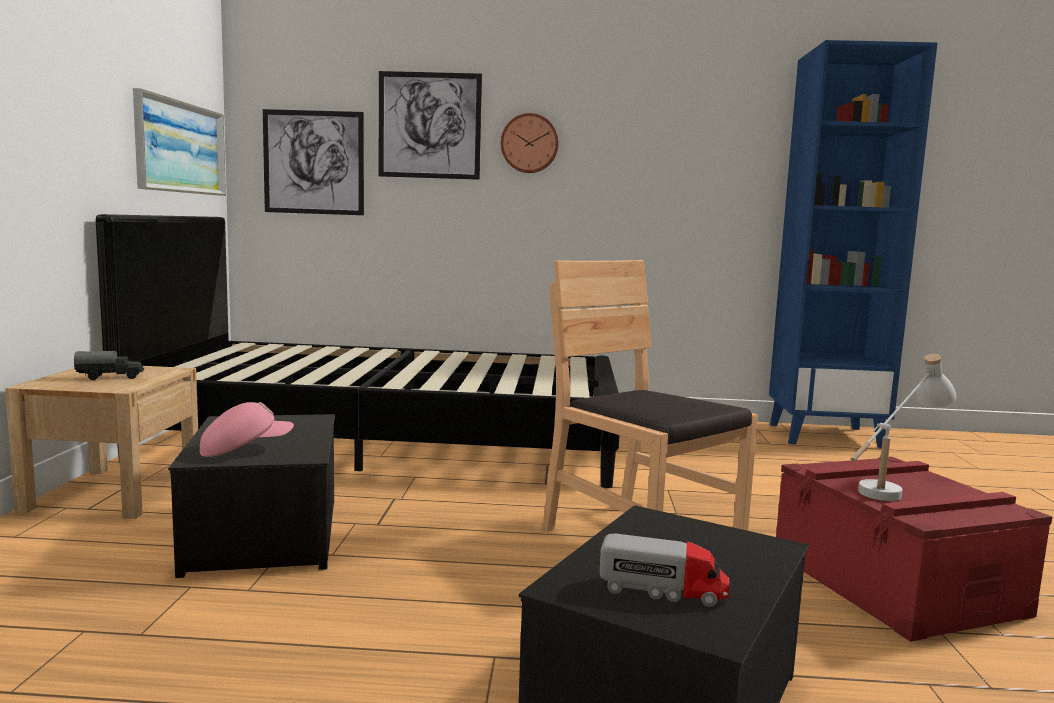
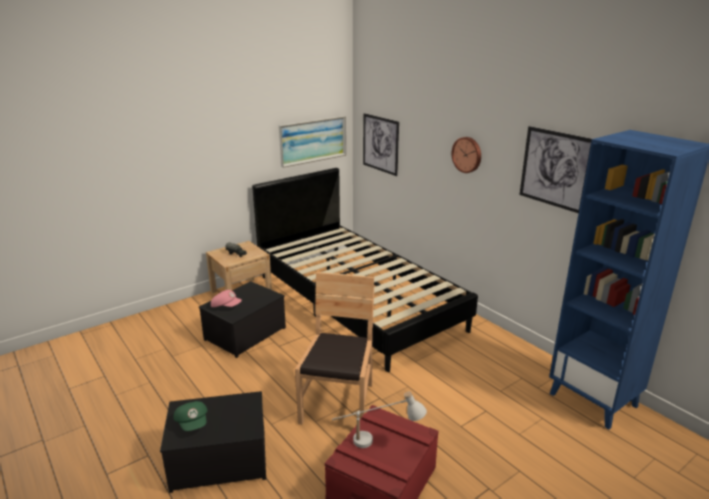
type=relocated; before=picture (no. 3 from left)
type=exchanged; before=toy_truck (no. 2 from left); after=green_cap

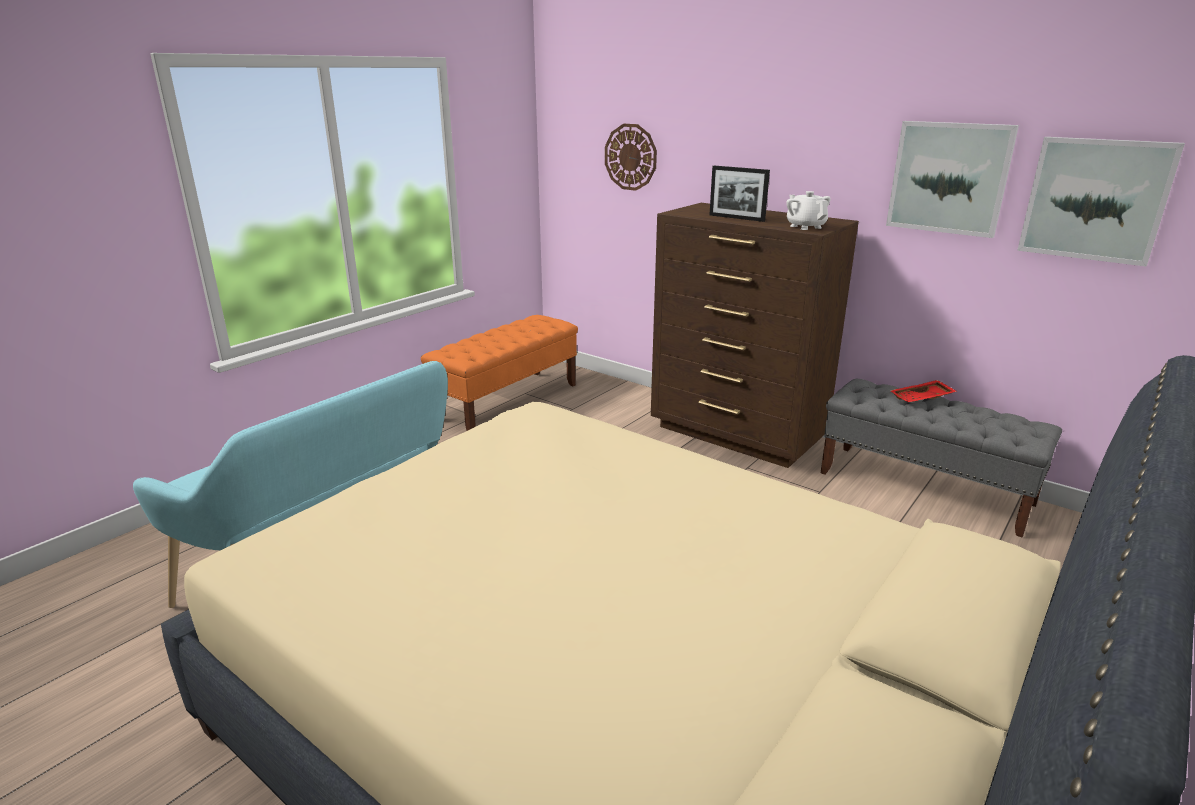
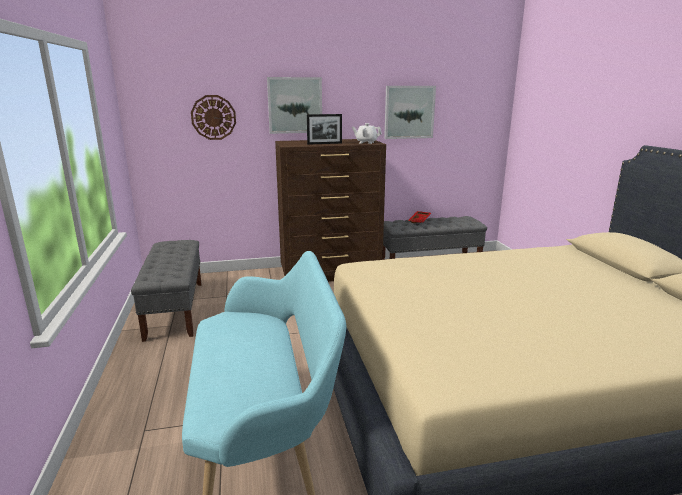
type=relocated; before=picture (no. 2 from left in the first image); after=picture (no. 1 from left)
type=colour; before=orange_bench; after=grey_bench (no. 1 from left)

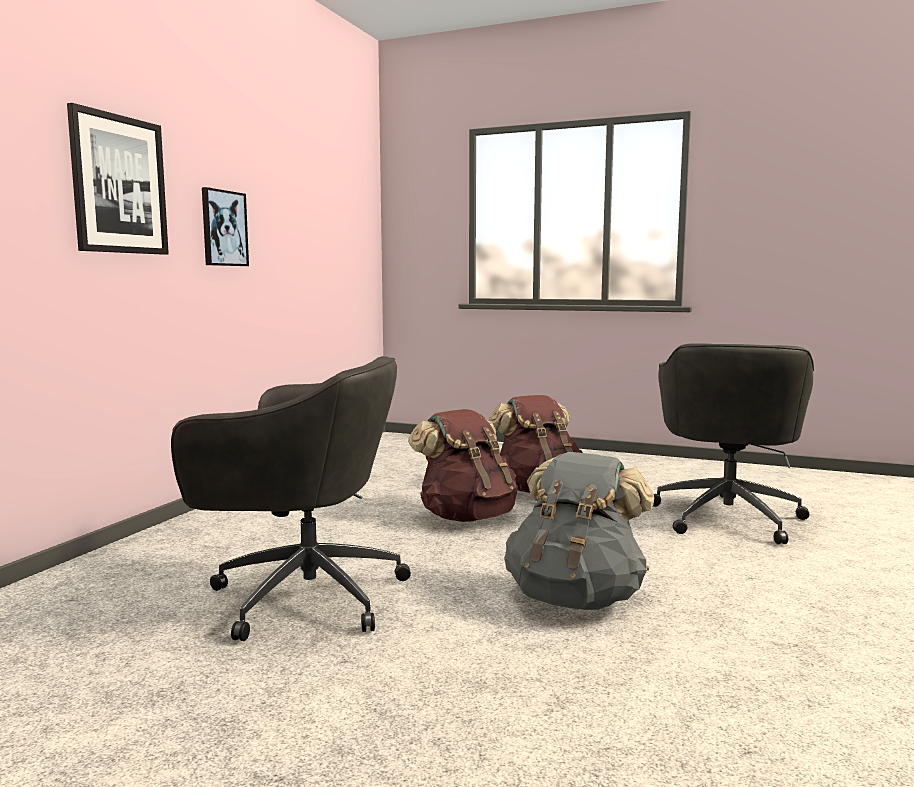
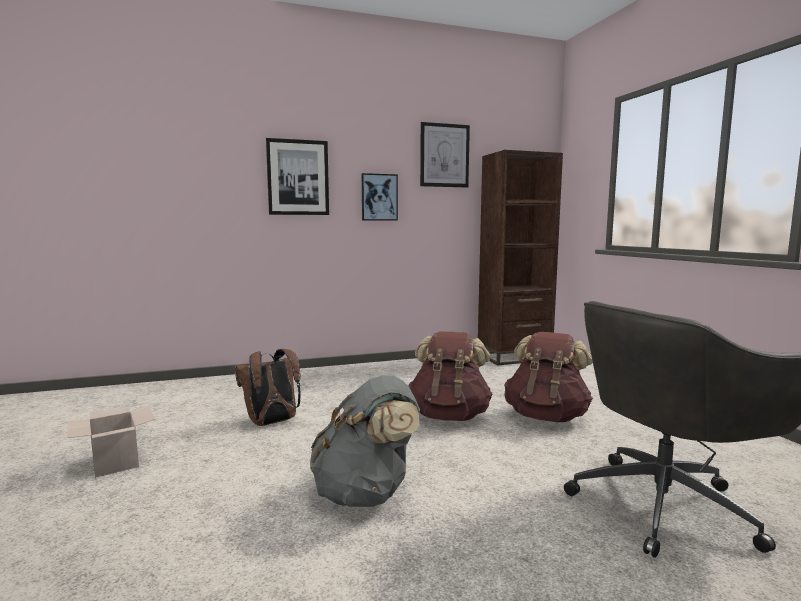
type=exchanged; before=grey_office_chair (no. 1 from left); after=brown_backpack (no. 1 from left)
type=appeared; after=picture (no. 3 from left)
type=appeared; after=brown_bookcase
type=appeared; after=cardboard_box

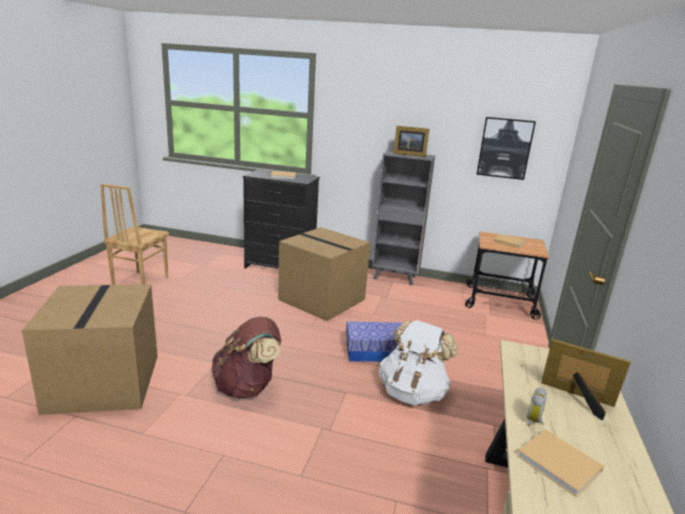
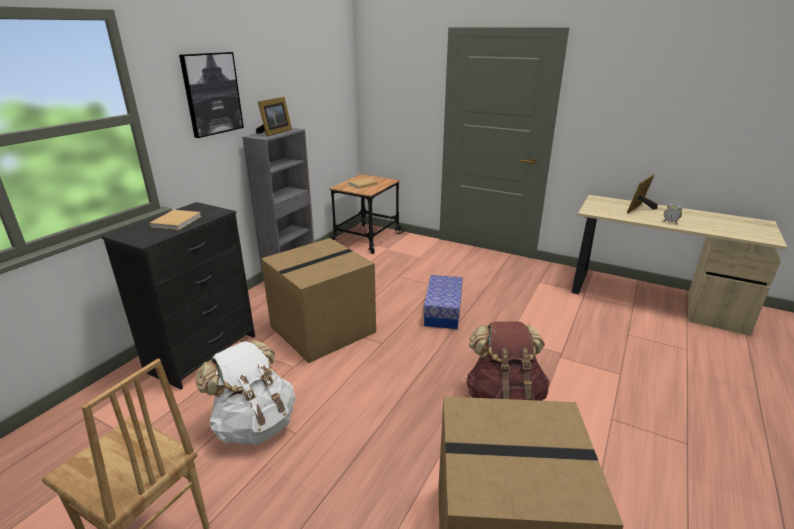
type=relocated; before=picture
type=relocated; before=white_backpack
type=missing; before=beige_book (no. 3 from left)

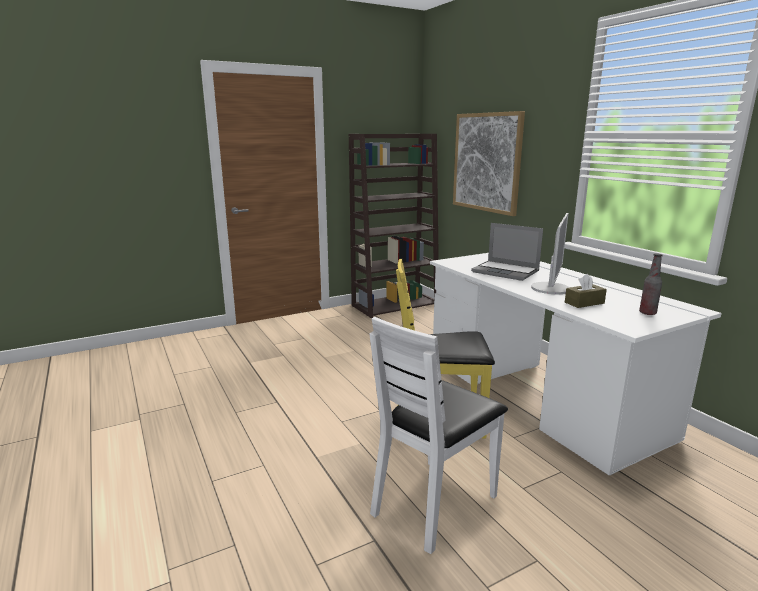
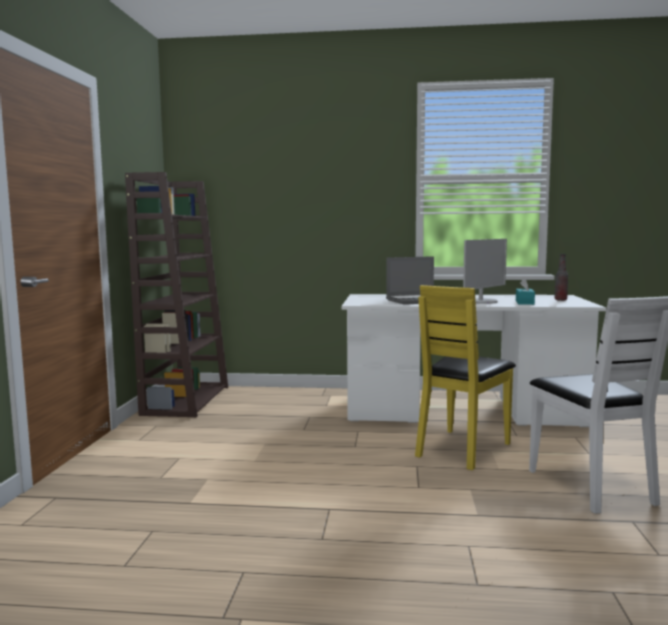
type=missing; before=picture
type=spun; before=monitor; turn=75
type=colour; before=brown_tissue_box; after=turquoise_tissue_box

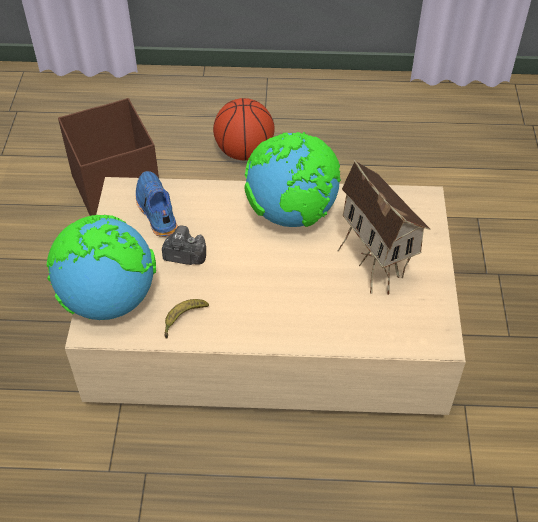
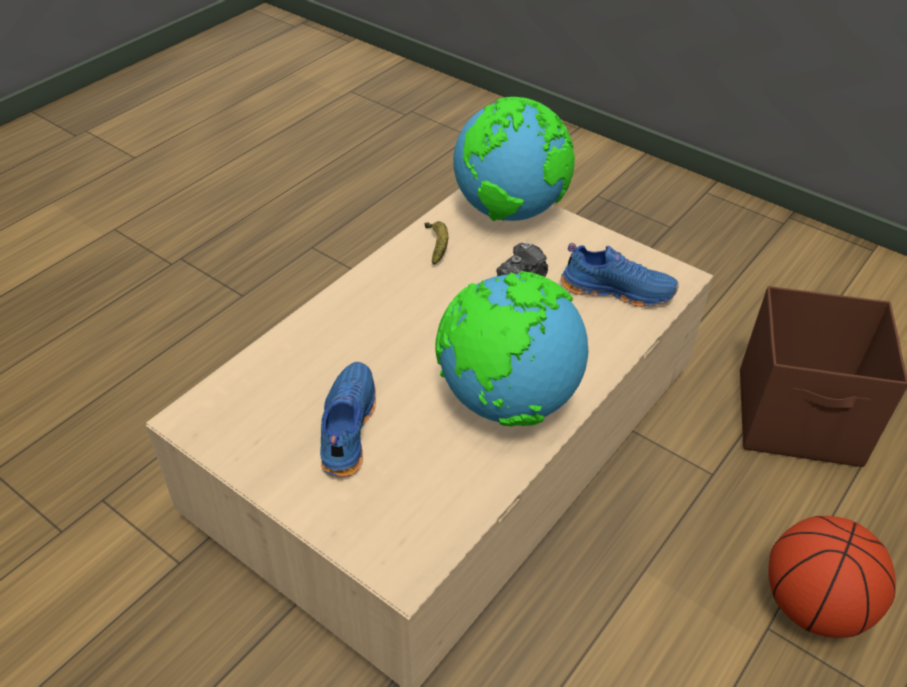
type=exchanged; before=toy_house; after=blue_shoe (no. 1 from left)

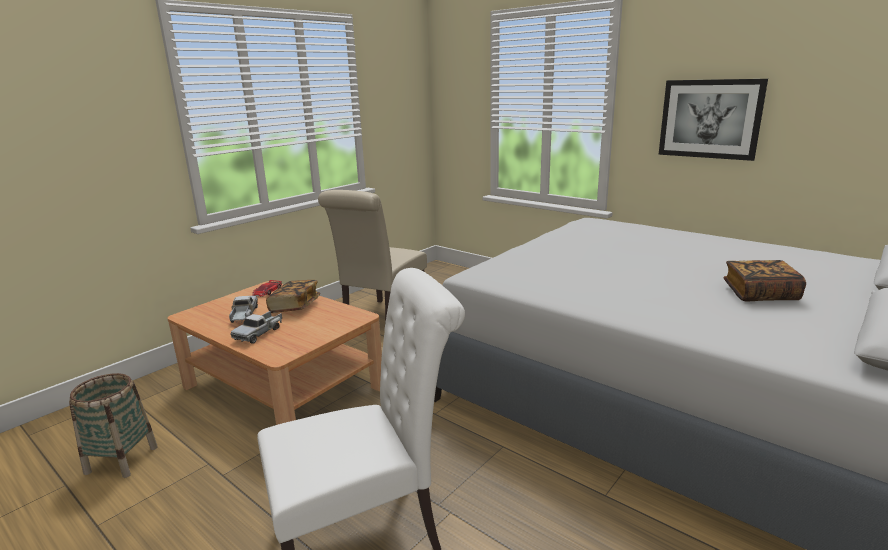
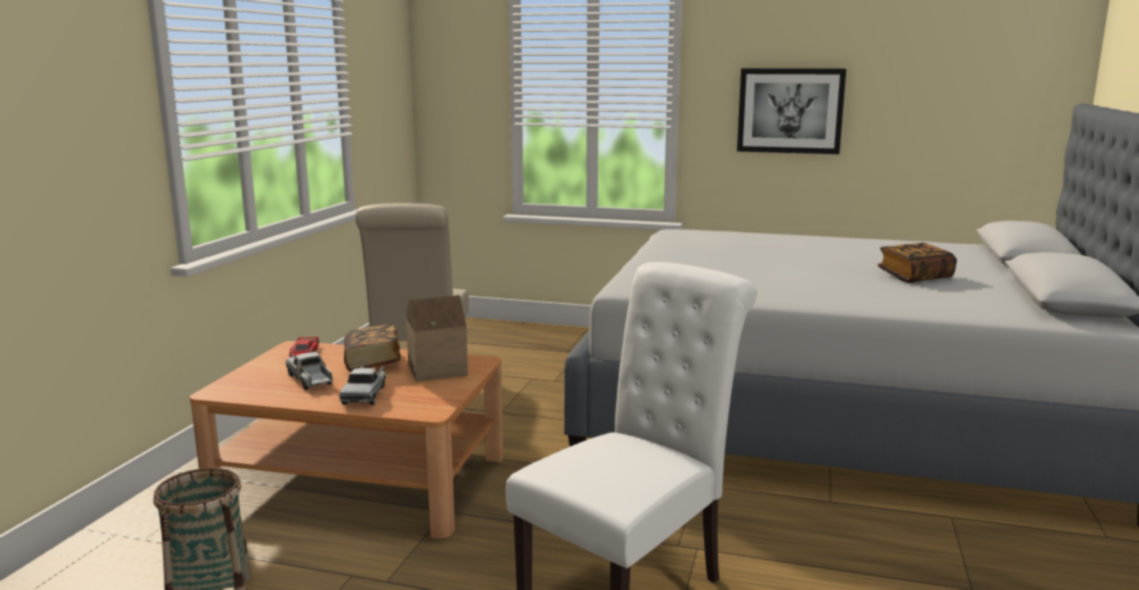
type=appeared; after=toy_house

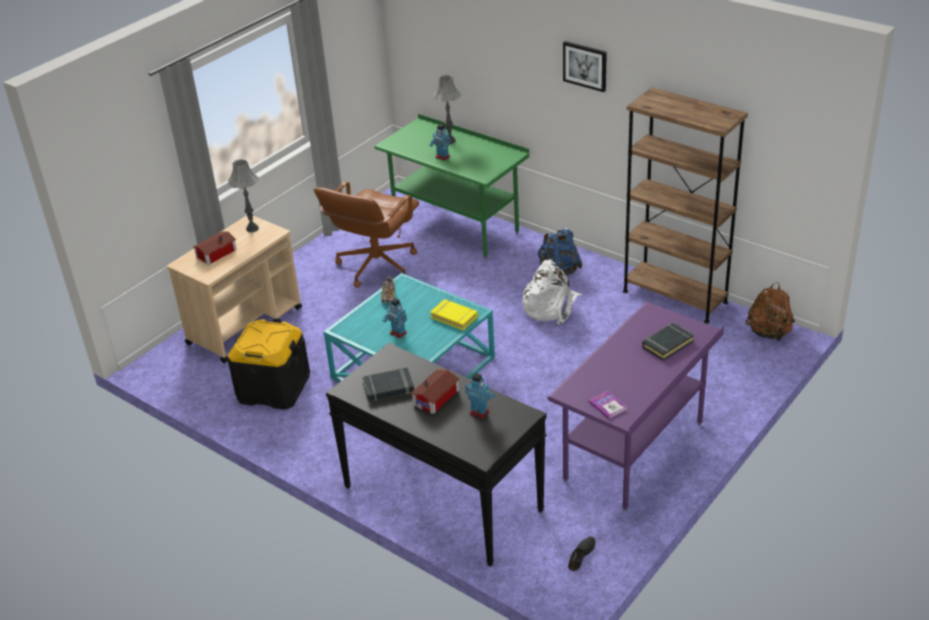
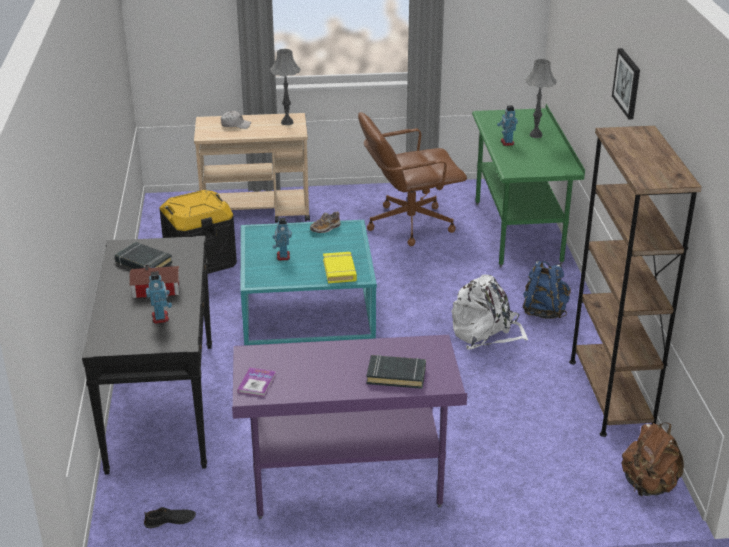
type=exchanged; before=toy_house (no. 1 from left); after=white_cap

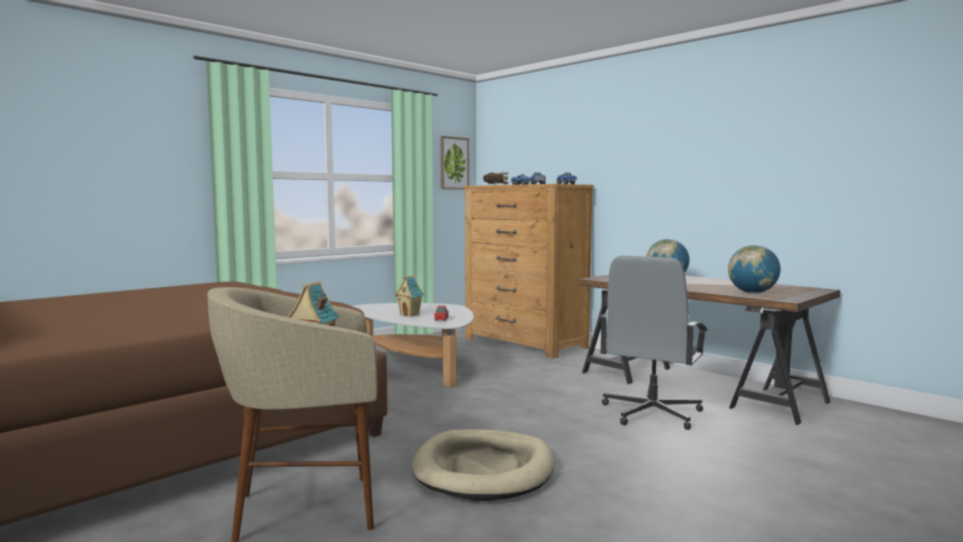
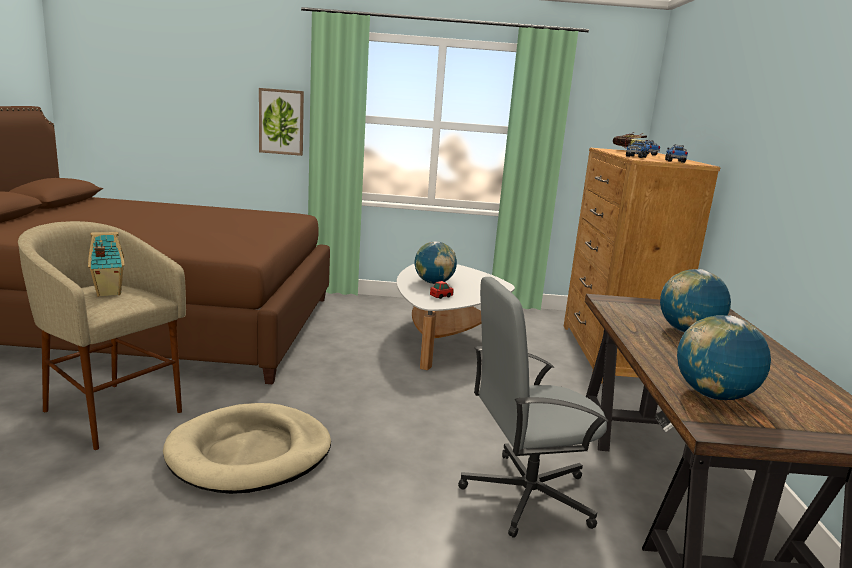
type=relocated; before=picture
type=exchanged; before=toy_house (no. 2 from left); after=globe (no. 1 from left)

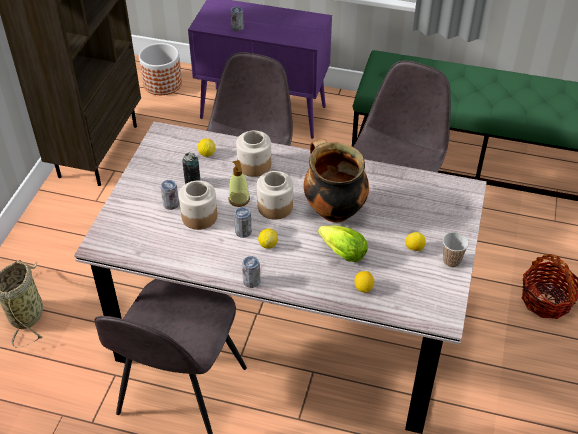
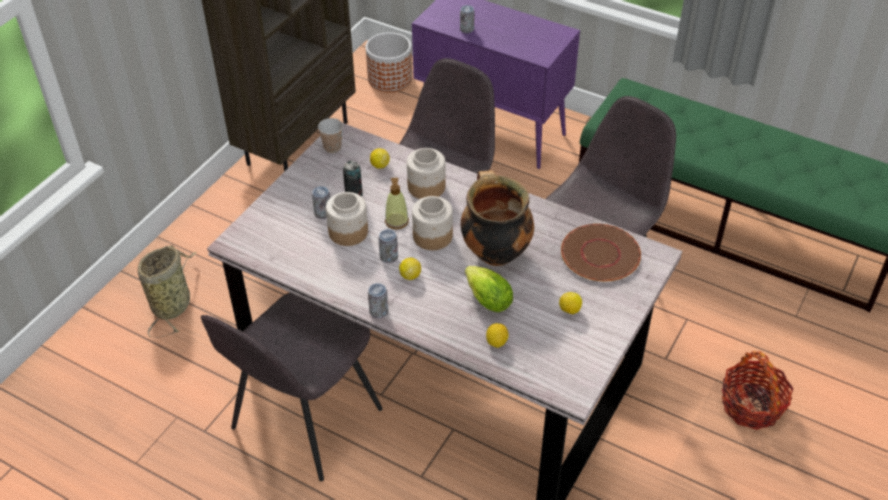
type=relocated; before=cup
type=appeared; after=brown_plate

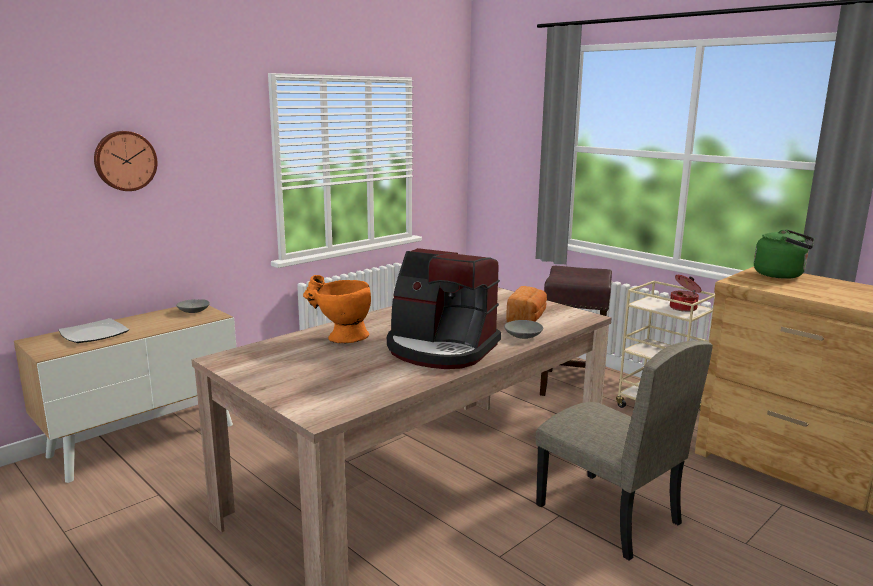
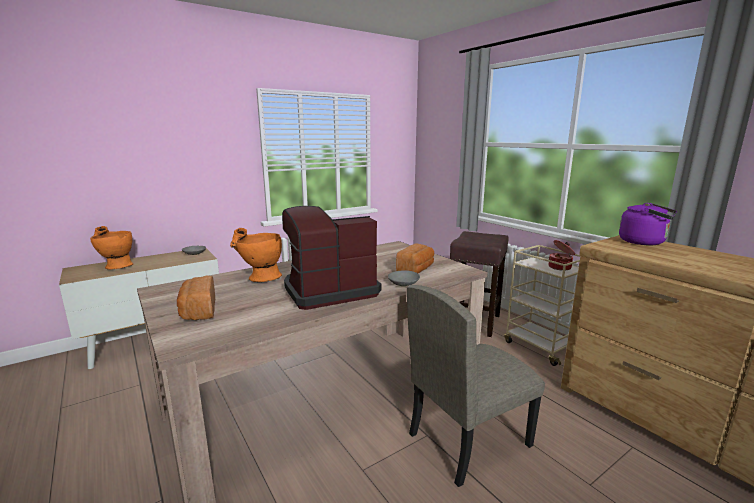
type=missing; before=wall_clock
type=colour; before=green_kettle; after=purple_kettle
type=spun; before=coffee_machine; turn=120
type=exchanged; before=plate; after=orange_vase (no. 1 from left)
type=spun; before=beige_chair; turn=90
type=appeared; after=bread (no. 1 from left)

